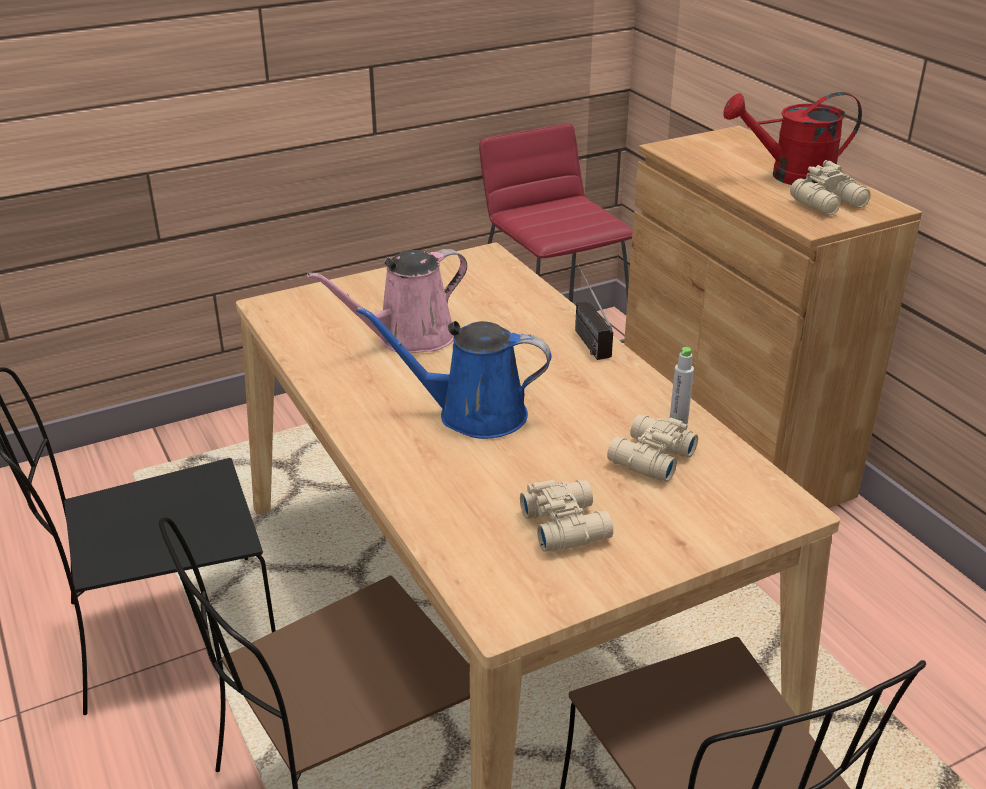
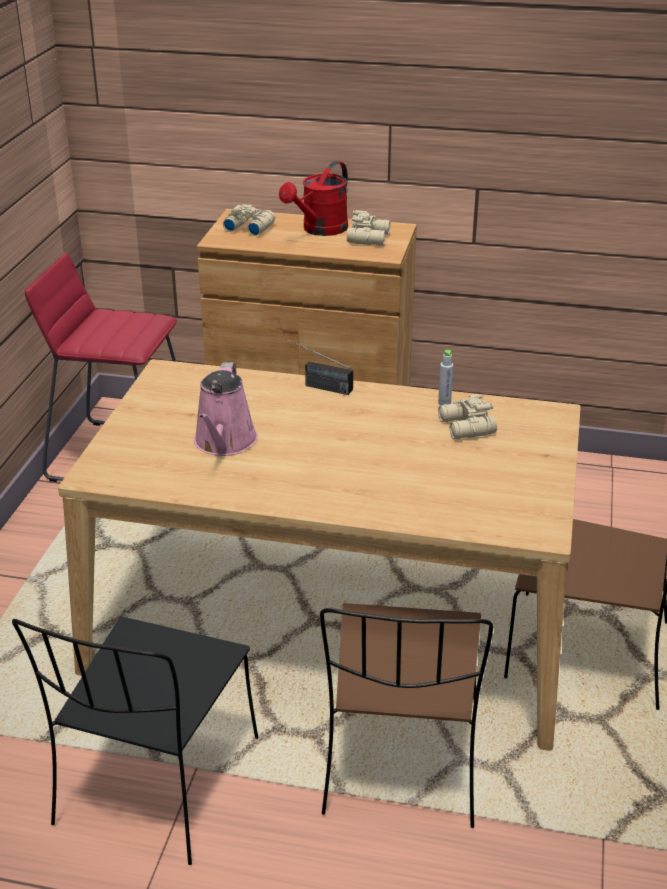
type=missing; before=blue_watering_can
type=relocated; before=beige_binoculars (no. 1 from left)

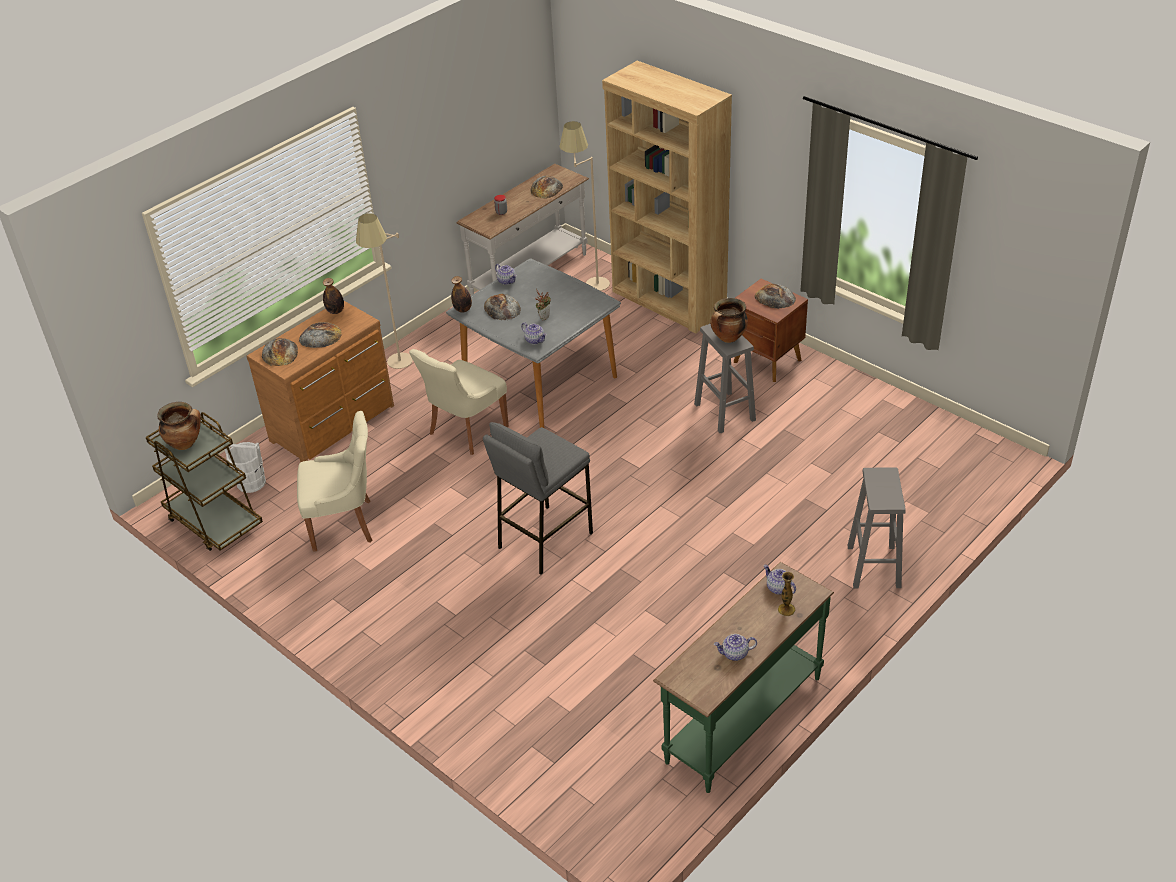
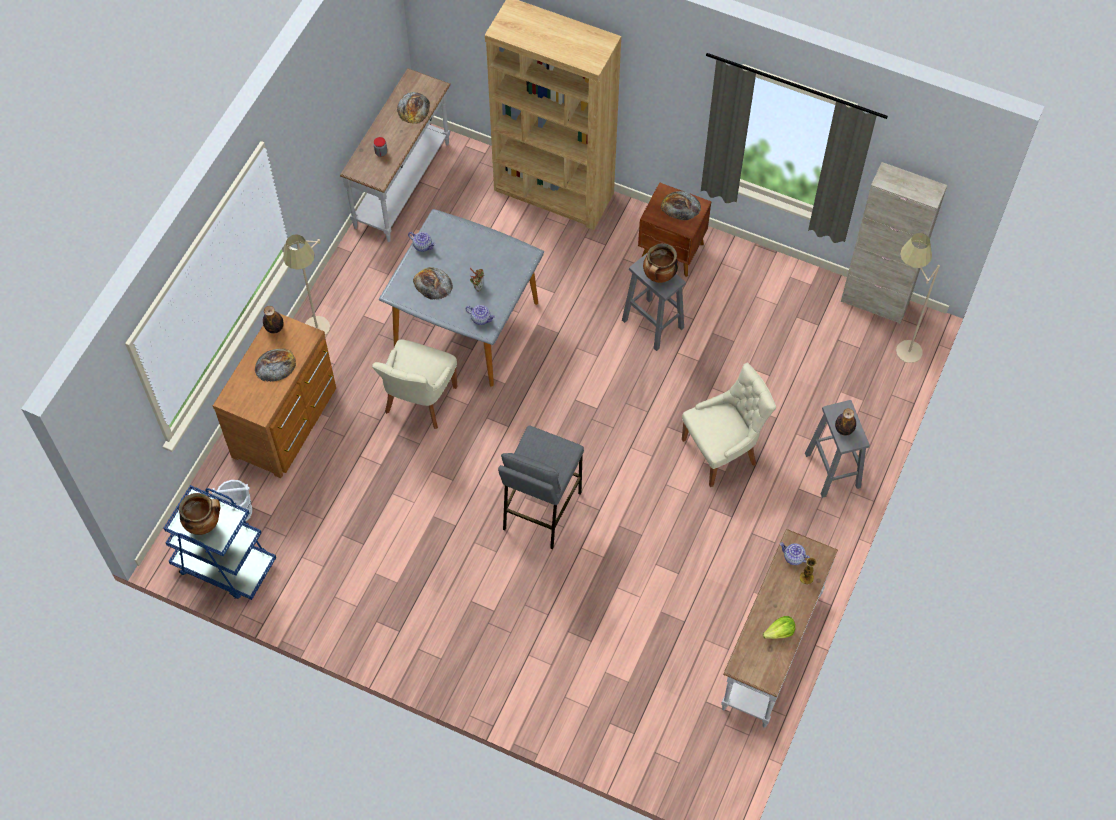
type=relocated; before=beige_floor_lamp (no. 2 from left)
type=relocated; before=bottle (no. 2 from left)
type=missing; before=bread (no. 1 from left)
type=relocated; before=beige_chair (no. 1 from left in the first image); after=beige_chair (no. 2 from left)
type=colour; before=brown_cart; after=blue_cart
type=colour; before=green_console_table; after=white_console_table (no. 2 from left)
type=exchanged; before=teapot (no. 3 from left); after=lettuce
type=appeared; after=beige_cabinet

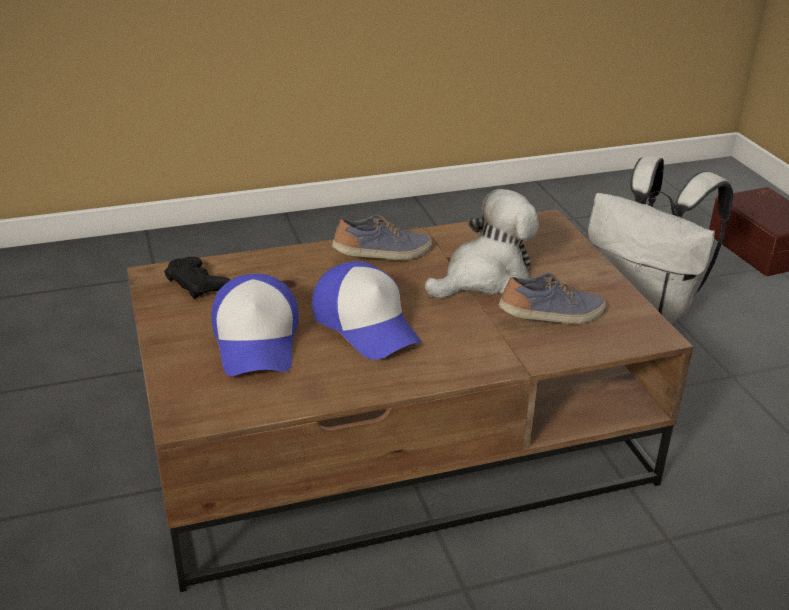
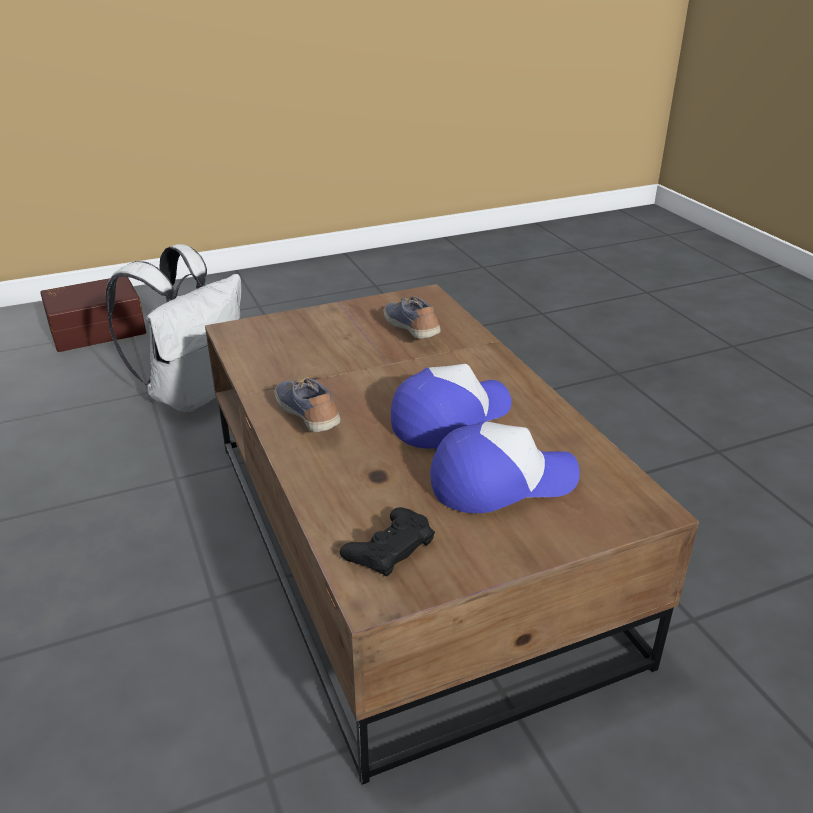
type=missing; before=plush_toy

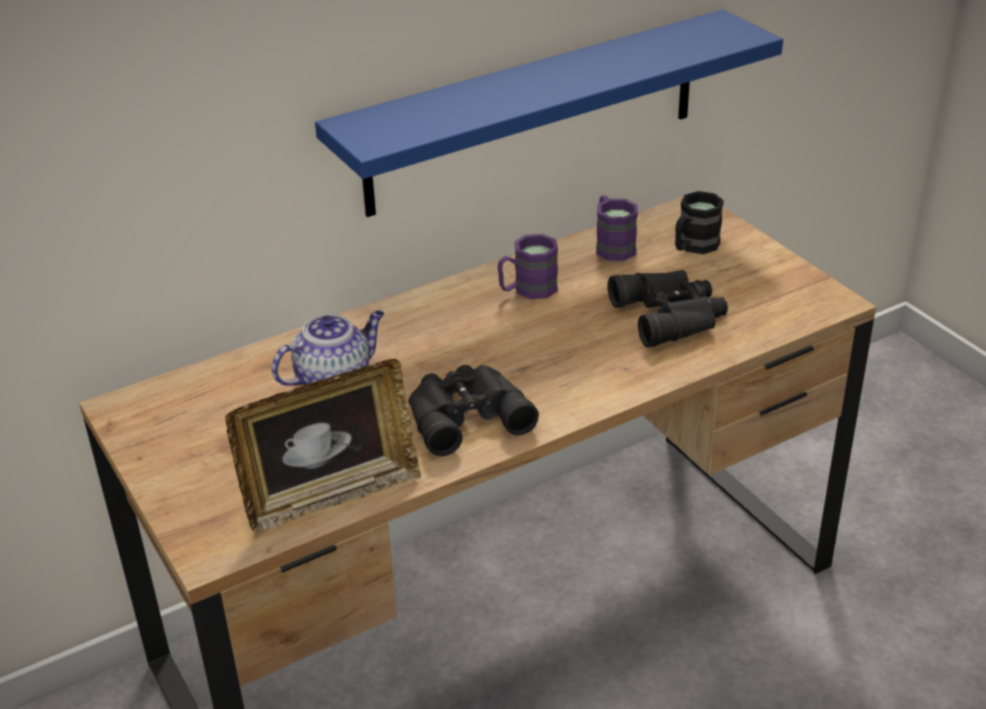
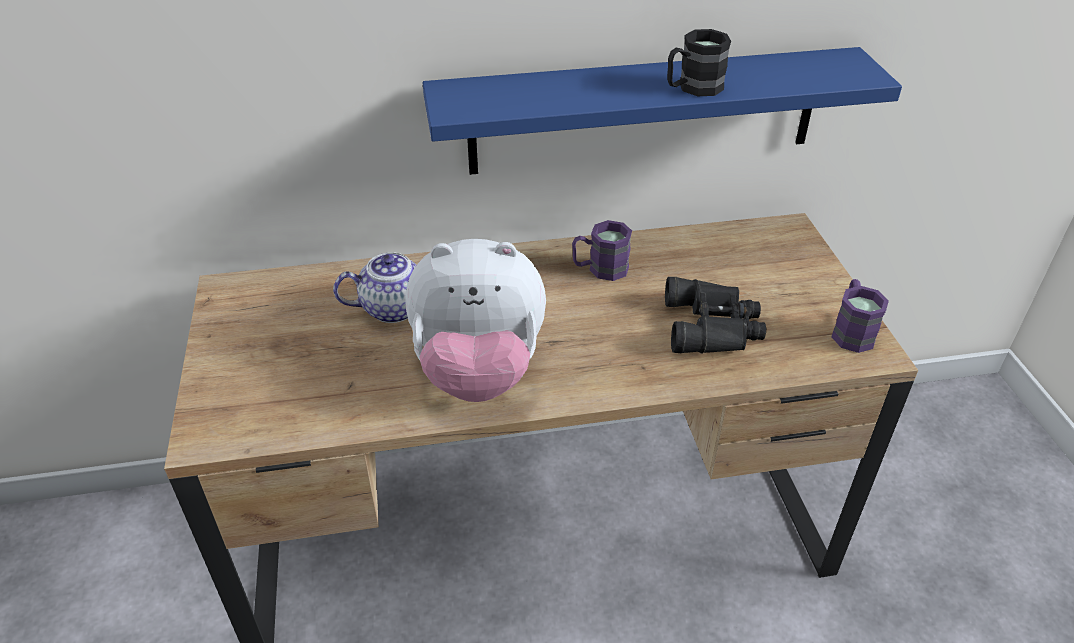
type=relocated; before=black_mug
type=relocated; before=purple_mug (no. 2 from left)
type=missing; before=picture_frame
type=exchanged; before=black_binoculars (no. 1 from left); after=plush_toy

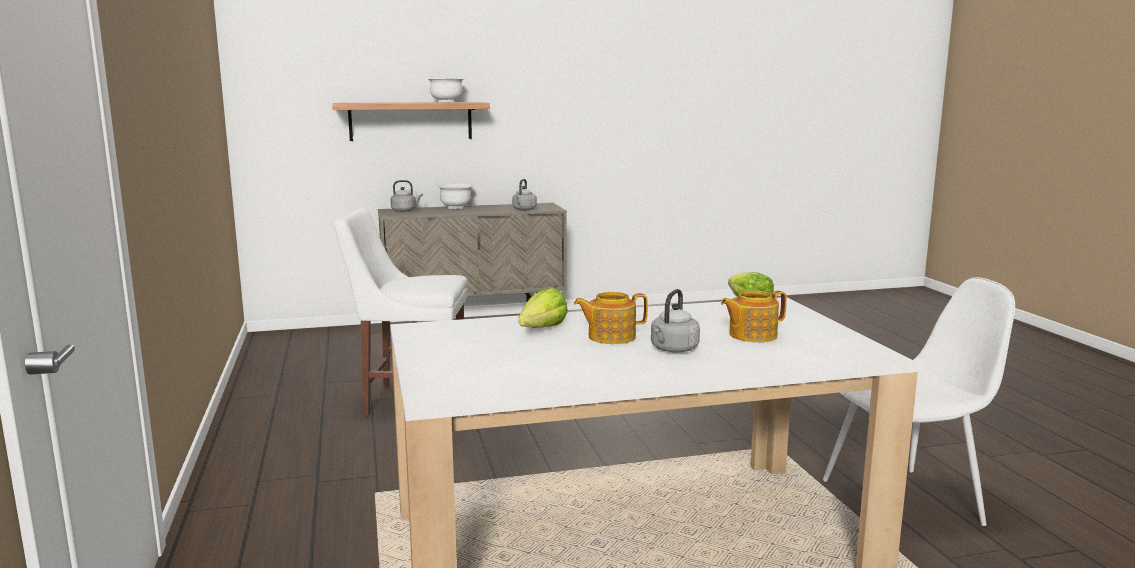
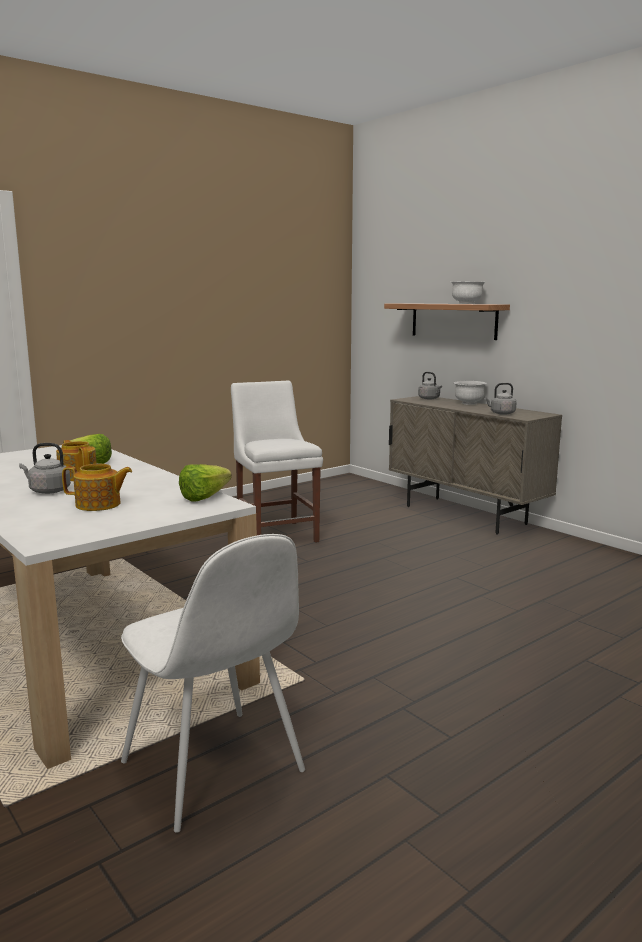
type=spun; before=teapot (no. 2 from left); turn=135

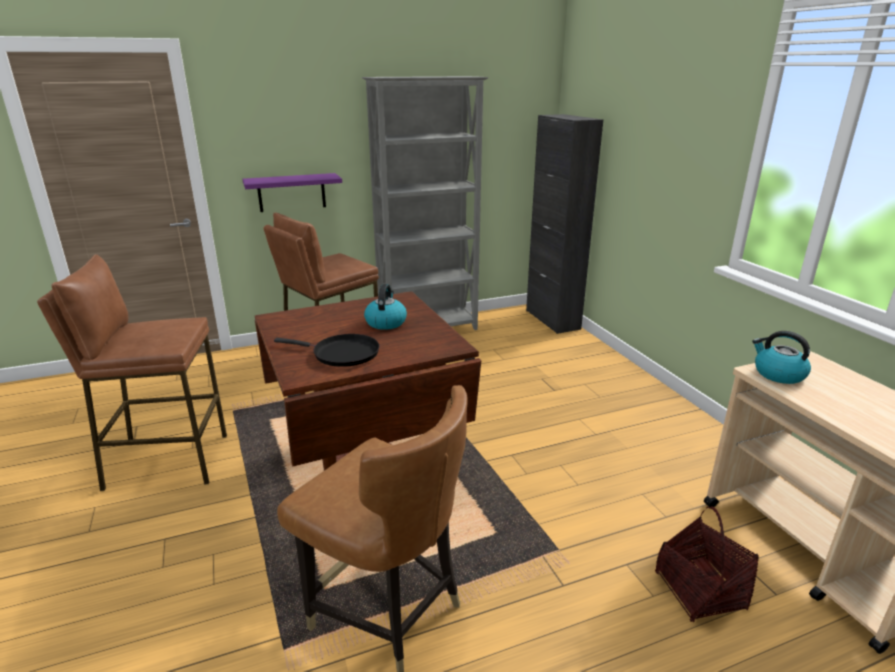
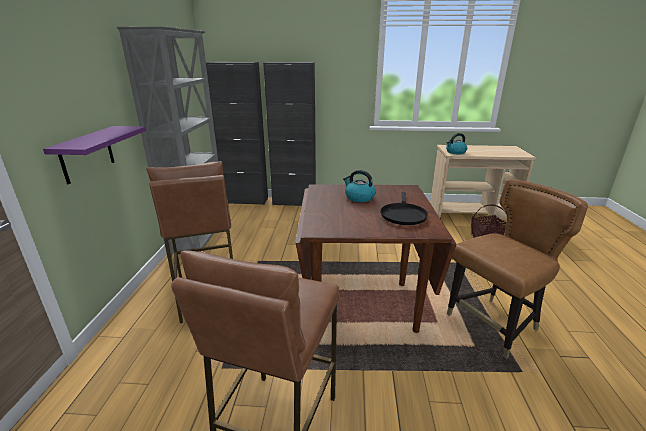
type=spun; before=black_frying_pan; turn=150
type=appeared; after=black_cabinet (no. 2 from left)

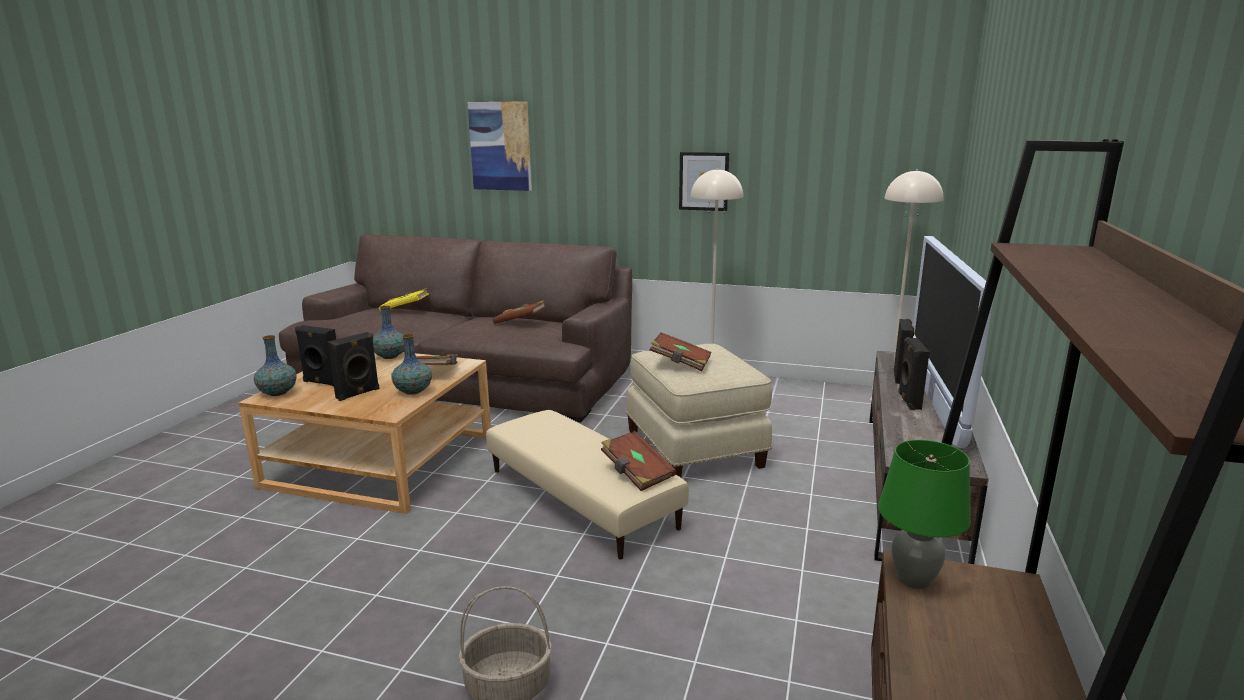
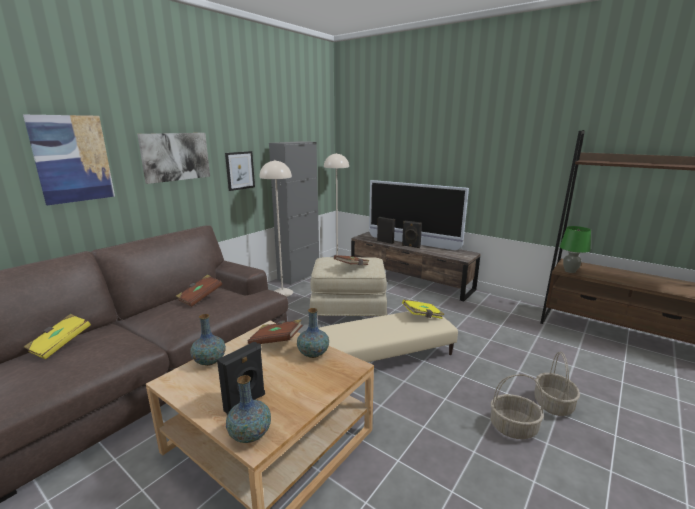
type=missing; before=black_speaker (no. 2 from left)
type=colour; before=brown_book (no. 3 from left); after=yellow_book (no. 2 from left)
type=appeared; after=picture (no. 2 from left)
type=appeared; after=grey_cabinet
type=appeared; after=basket (no. 1 from left)

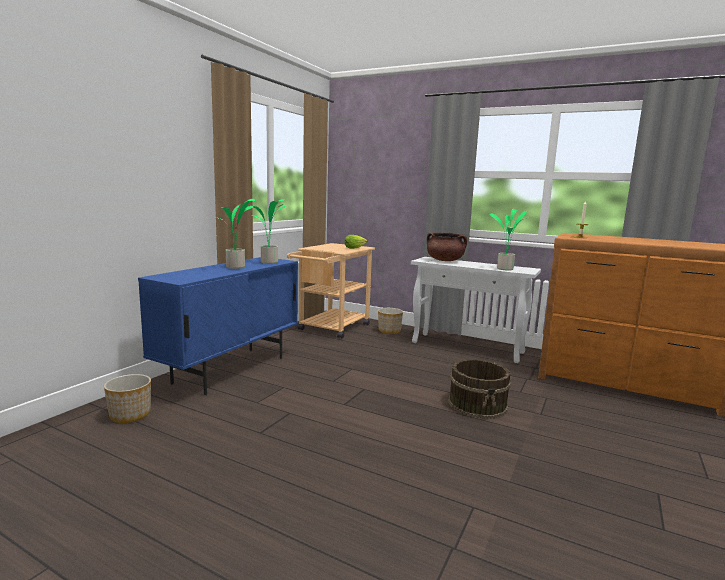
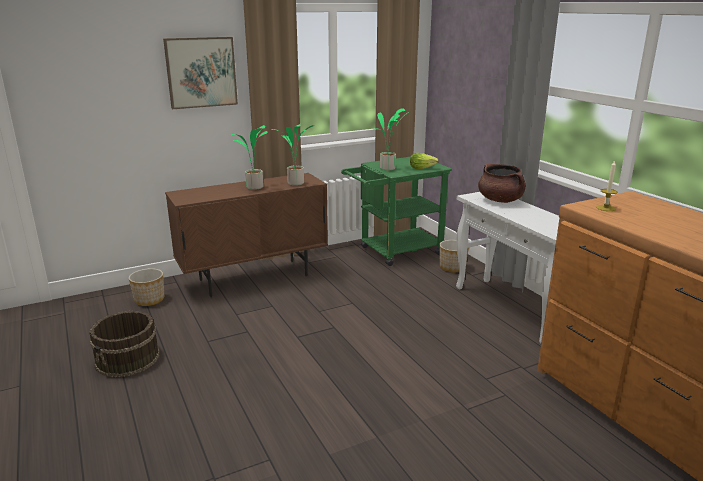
type=relocated; before=potted_plant (no. 3 from left)
type=colour; before=beige_cart; after=green_cart
type=colour; before=blue_cabinet; after=brown_cabinet
type=relocated; before=brown_bucket
type=appeared; after=picture

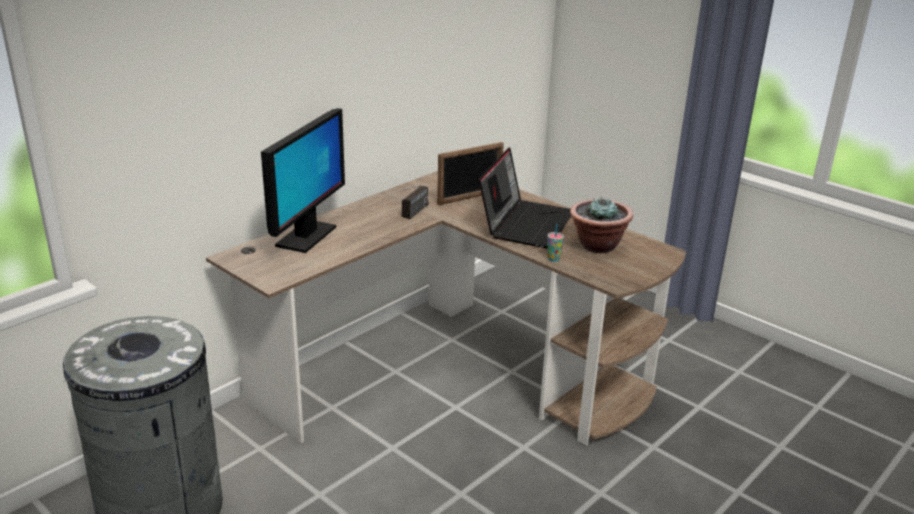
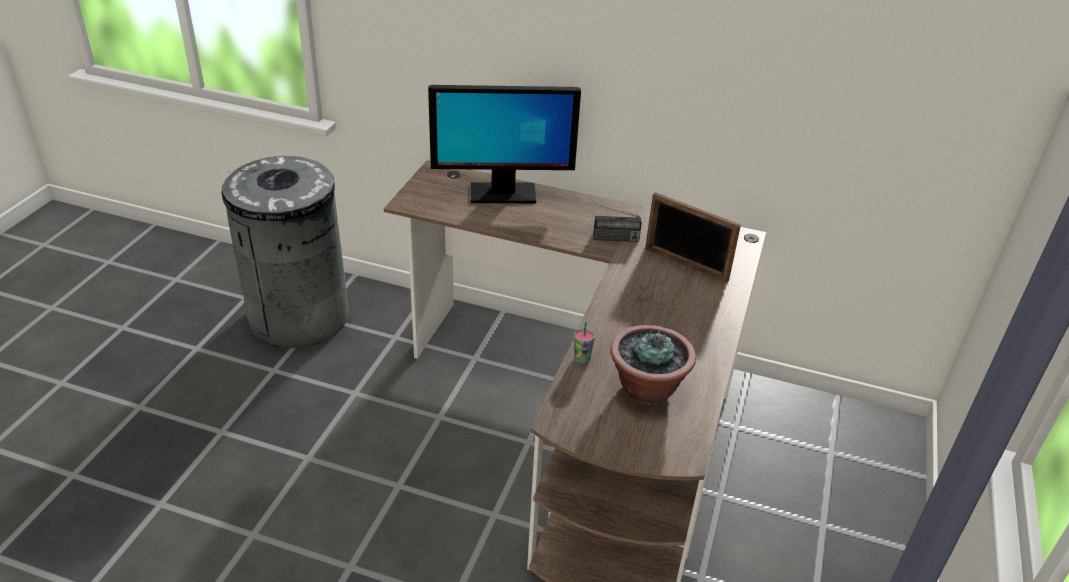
type=missing; before=laptop

